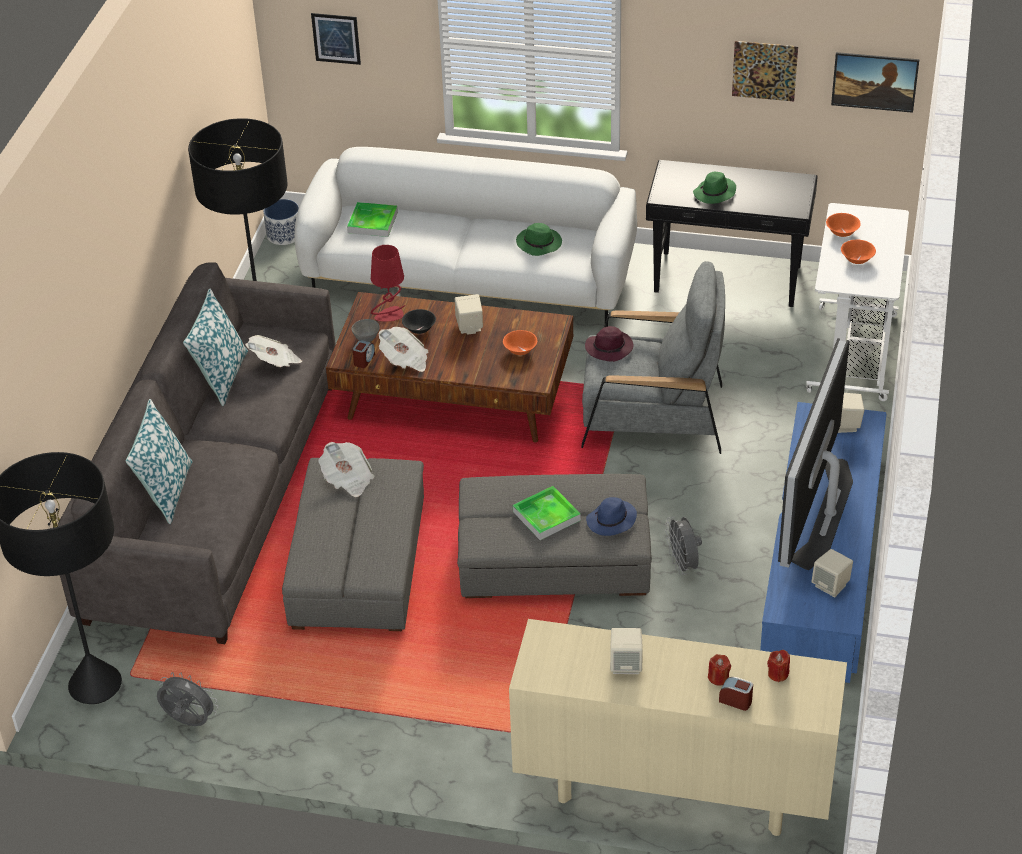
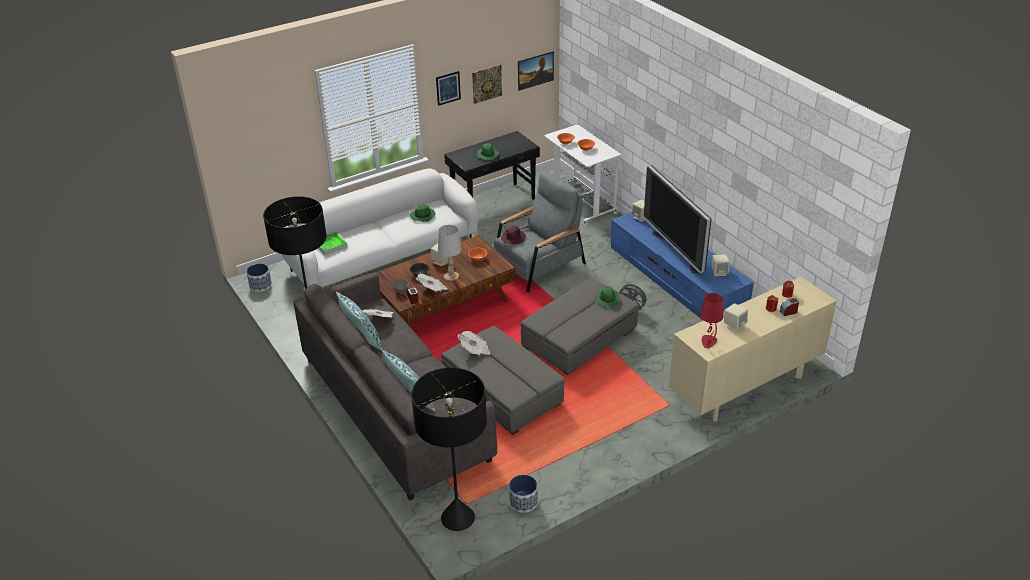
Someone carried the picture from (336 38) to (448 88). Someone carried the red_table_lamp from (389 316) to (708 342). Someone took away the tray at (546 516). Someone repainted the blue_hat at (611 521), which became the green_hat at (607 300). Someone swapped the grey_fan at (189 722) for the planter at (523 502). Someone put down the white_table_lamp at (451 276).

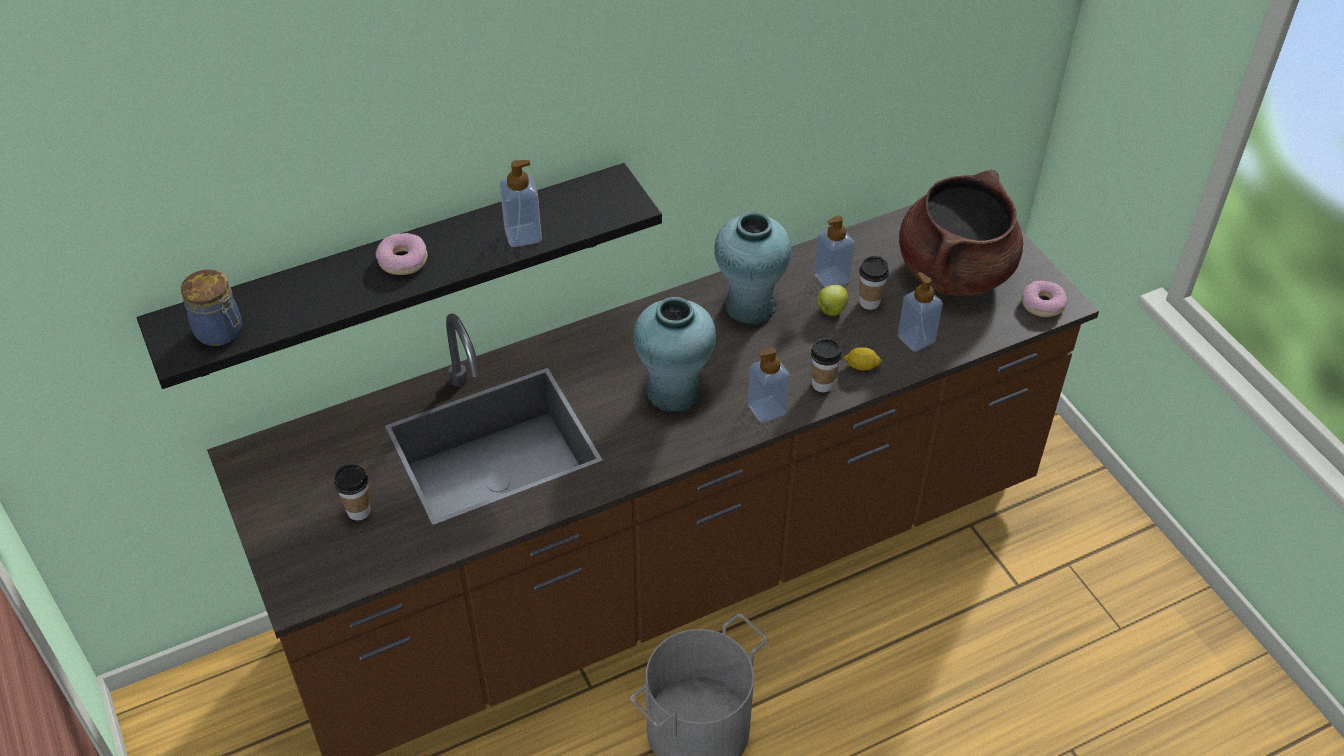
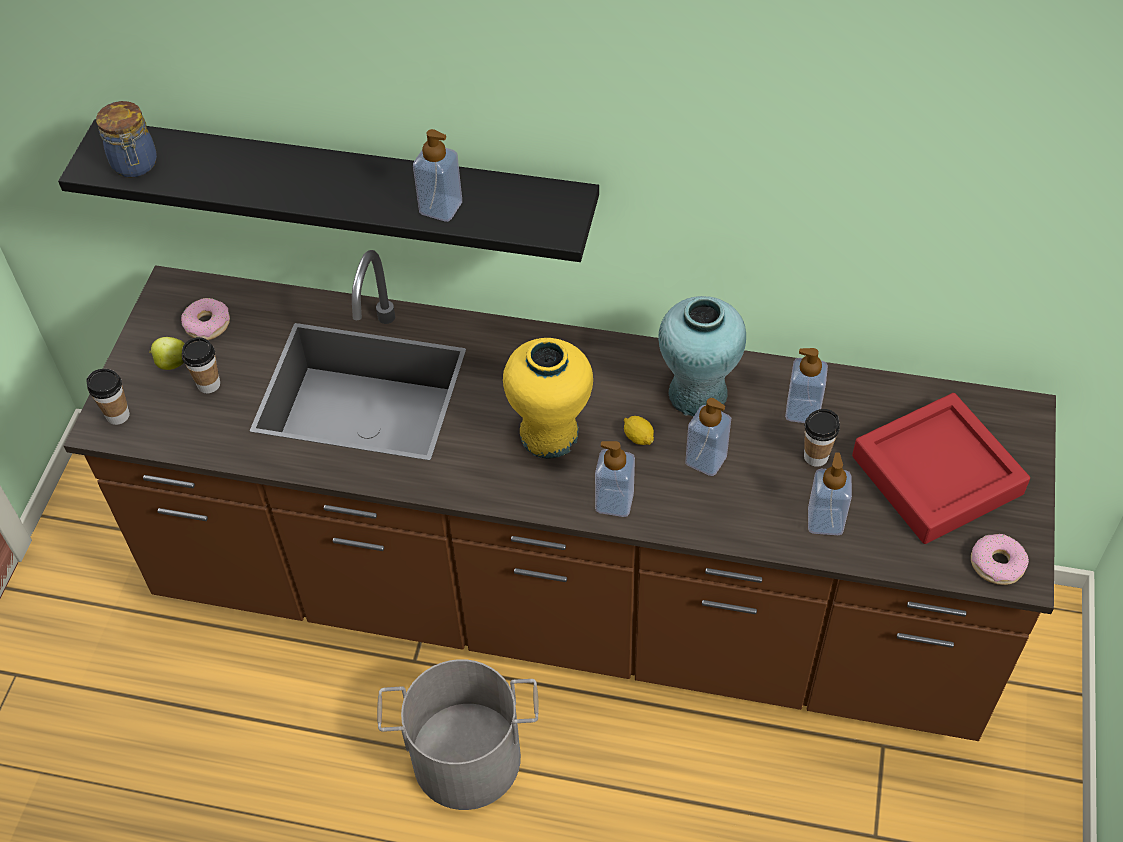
Someone swapped the brown_cooking_pot at (954 271) for the red_tray at (936 475). Someone carried the donut from (403 260) to (207 324). Someone carried the apple from (831 310) to (171 363). Someone repainted the turquoise_vase at (673 391), which became the yellow_vase at (549 434). Someone carried the cup from (822 384) to (118 415). Someone carried the lemon from (861 366) to (638 437). Someone put down the soap_dispenser at (706 460).

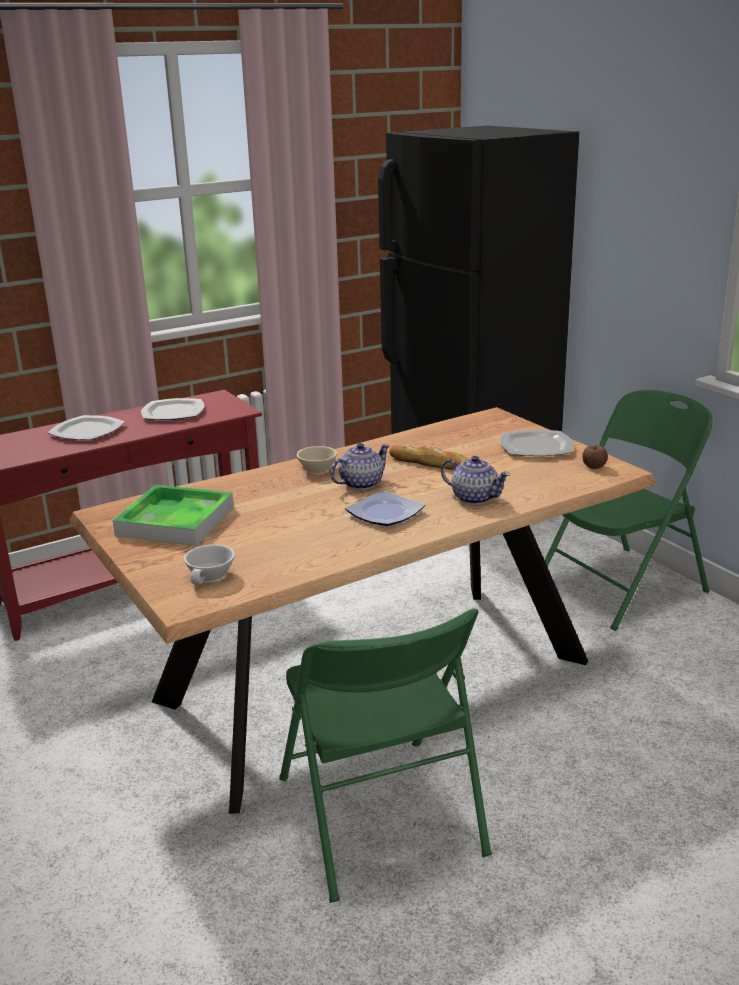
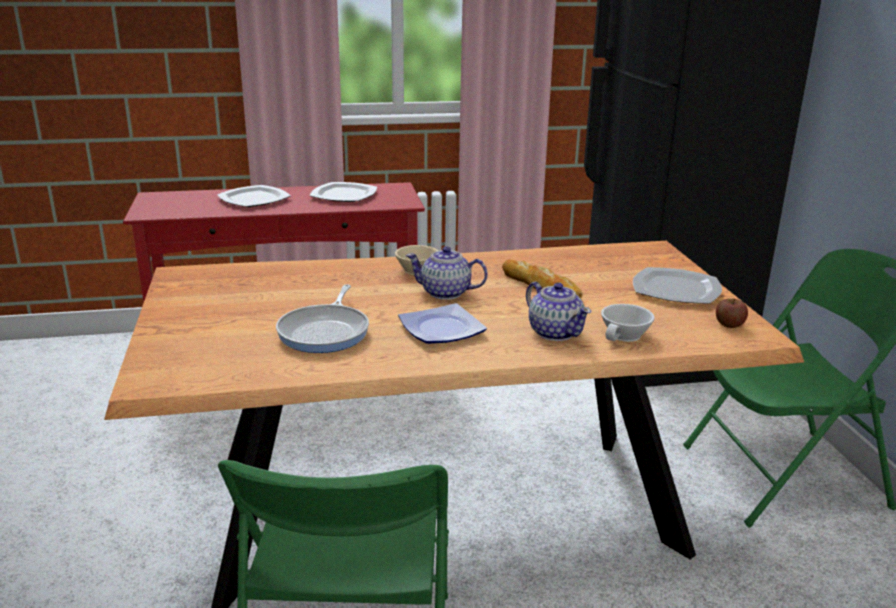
Someone rotated the teapot at (360 484) by 150 degrees counterclockwise. Someone took away the tray at (175 521). Someone carried the white_cup from (212 576) to (626 336). Someone put down the frying_pan at (326 332).

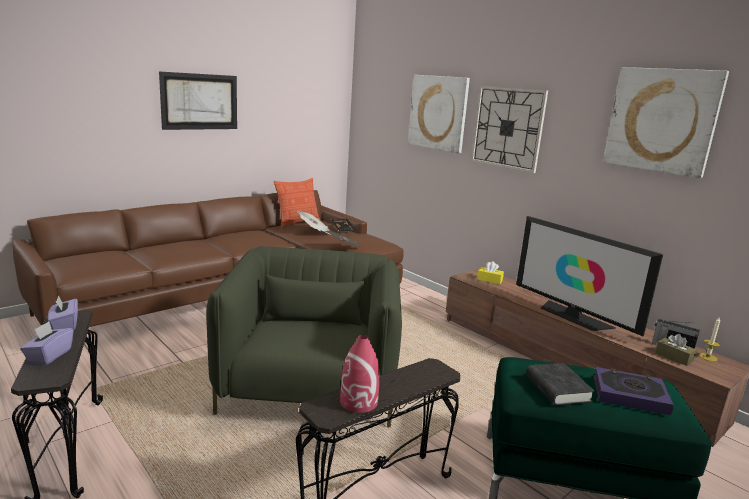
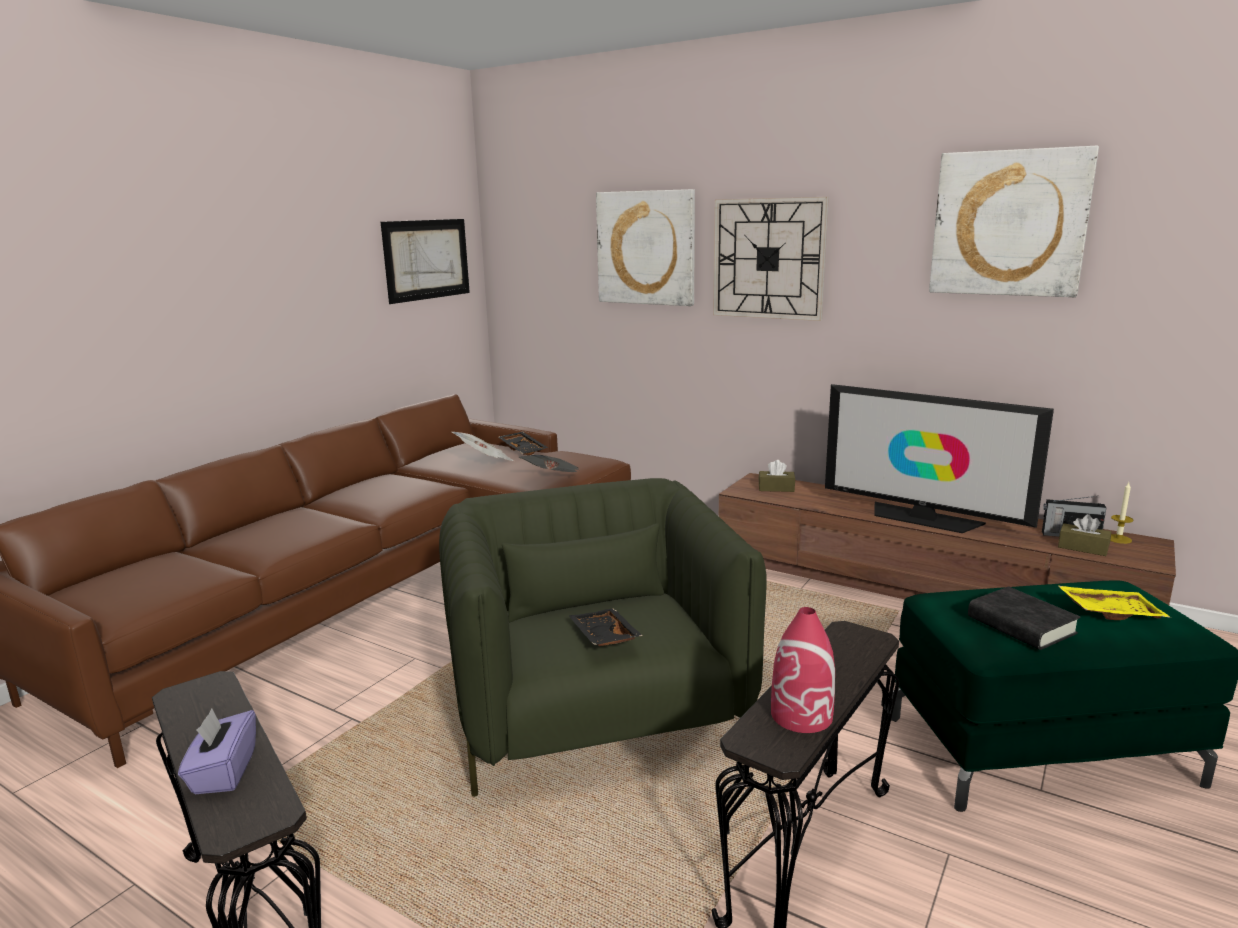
Someone carried the picture from (200 101) to (427 259). Someone took away the orange_pillow at (297 222). Someone repainted the yellow_tissue_box at (489 280), which became the brown_tissue_box at (776 488). Someone took away the purple_tissue_box at (64 325). Someone swapped the book at (629 395) for the yellow_tray at (1109 612). Someone put down the black_tray at (602 637).

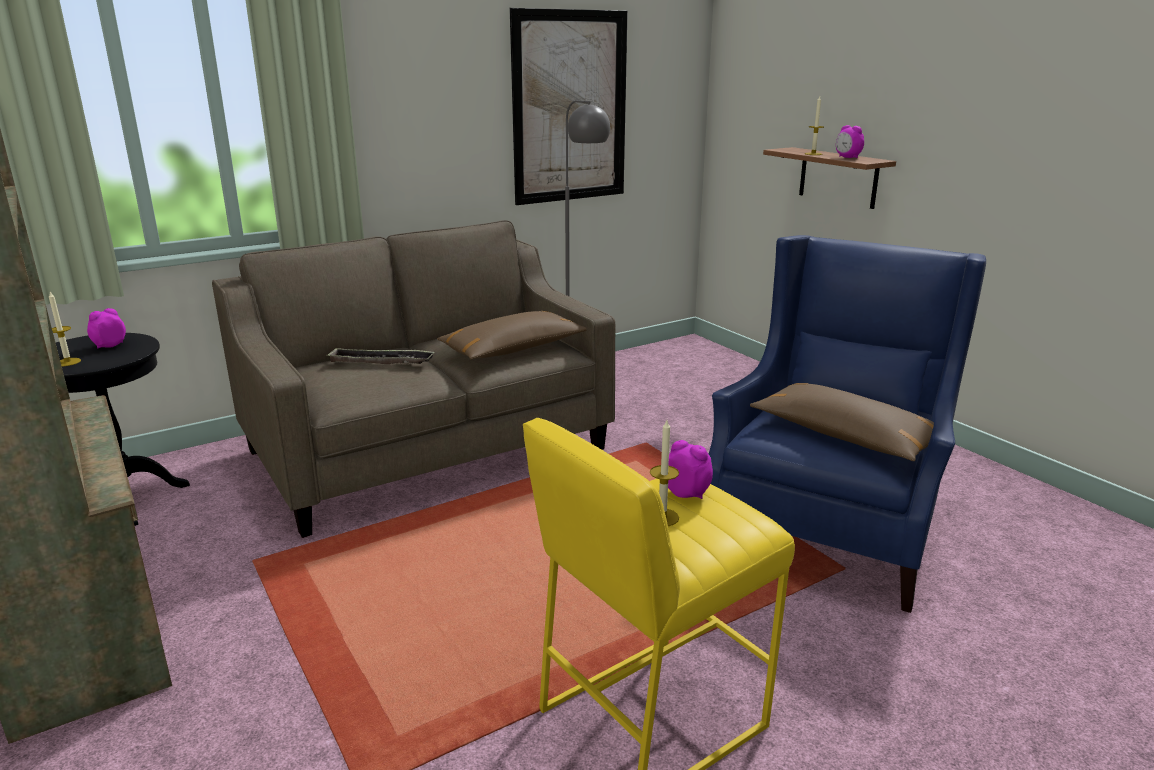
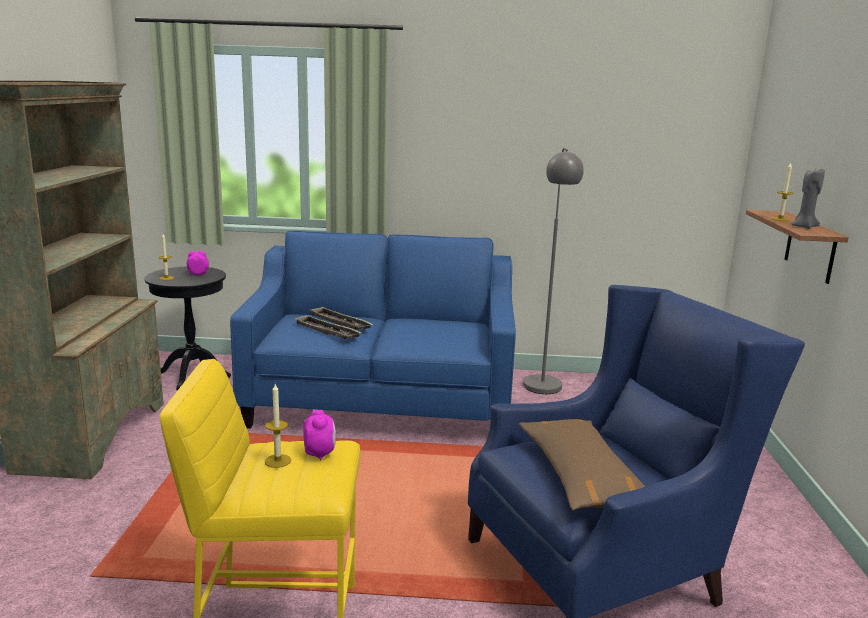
Someone took away the picture at (570 108). Someone swapped the alarm_clock at (847 157) for the grey_candle at (803 227). Someone repainted the beige_sofa at (429 449), which became the blue_sofa at (382 401). Someone took away the brown_pillow at (513 349). Someone put down the tray at (327 331).

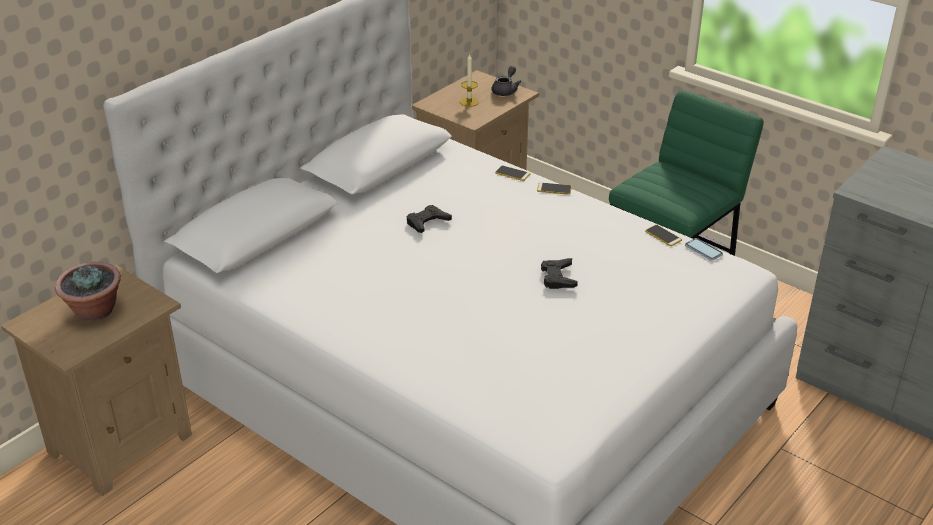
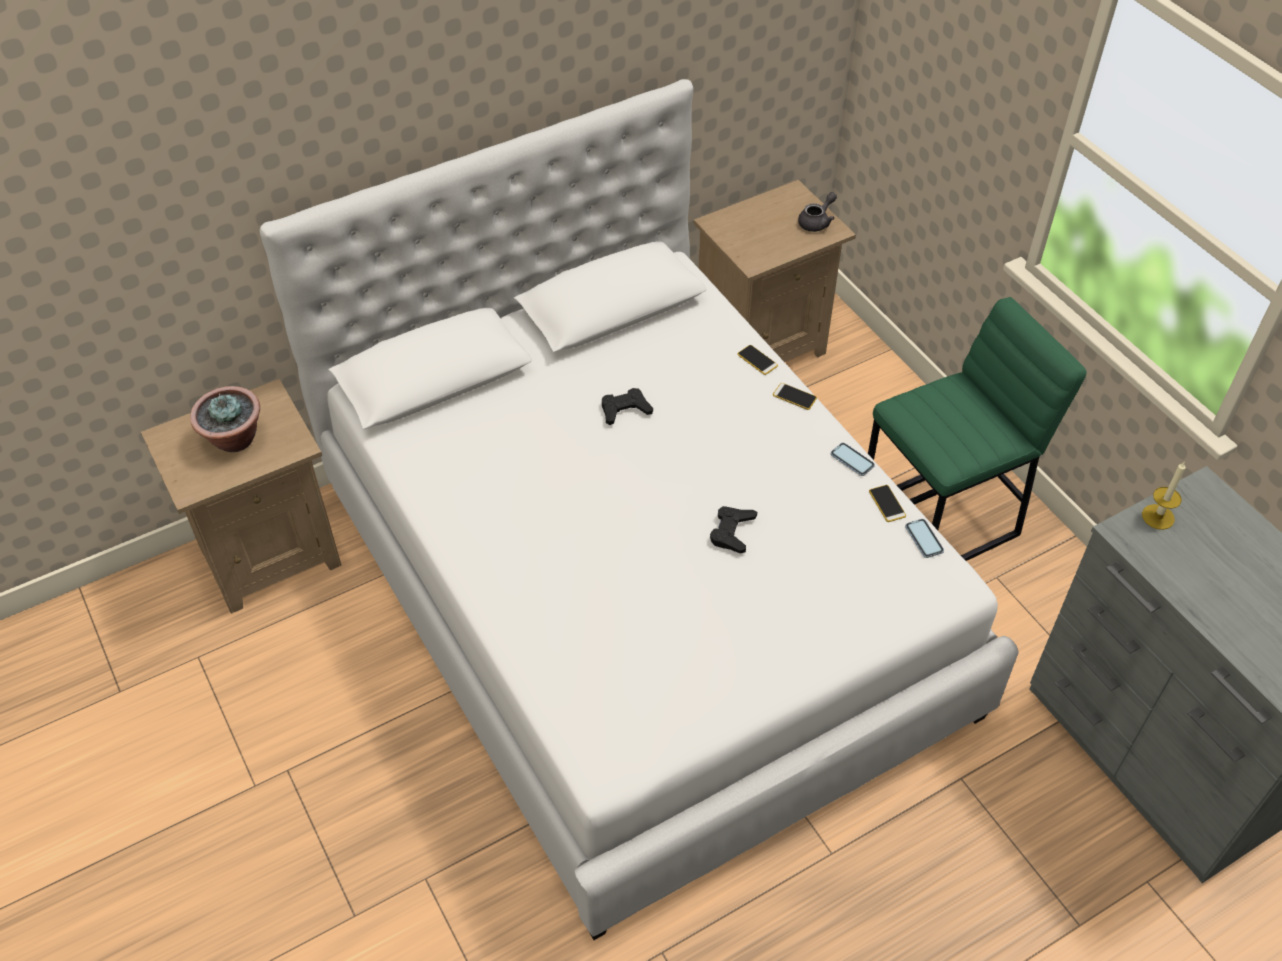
Someone carried the candle from (469 102) to (1158 517). Someone put down the phone at (852 460).

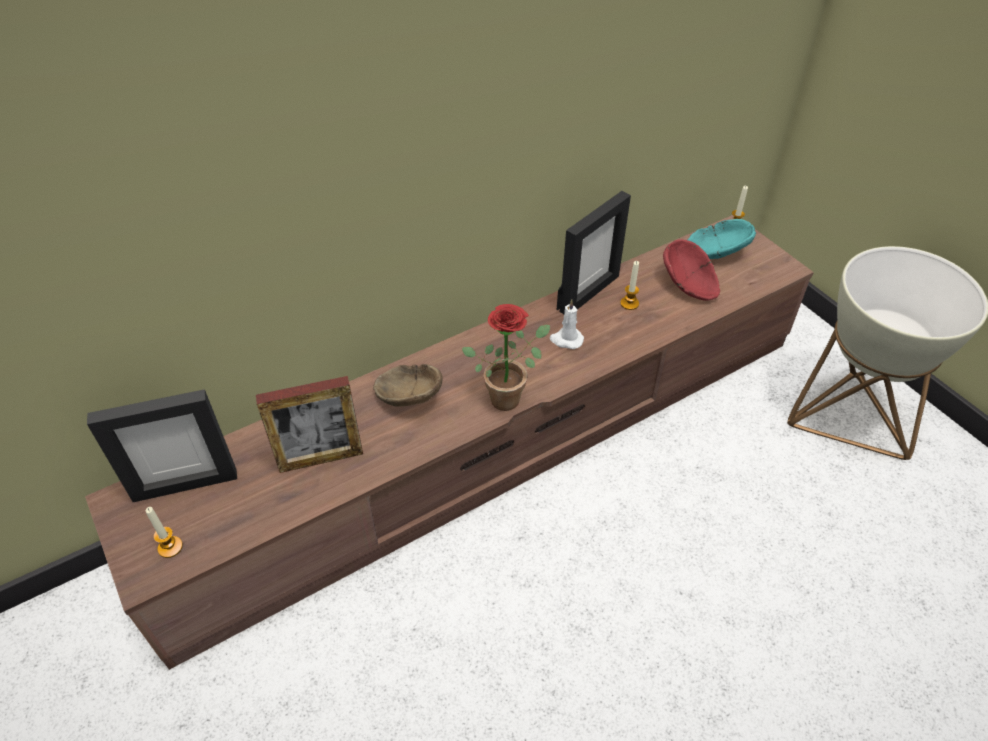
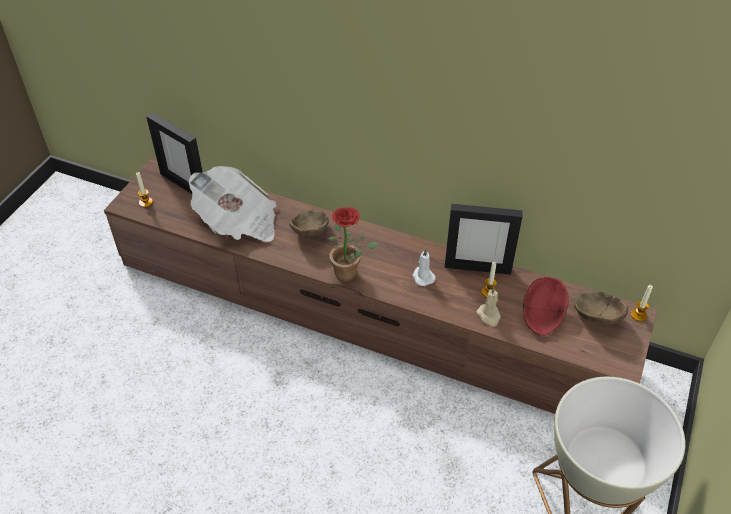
Someone repainted the turquoise_bowl at (714 251), which became the brown_bowl at (596 315). Someone swapped the picture_frame at (321 459) for the newspaper at (238 222). Someone put down the beige_candle at (489 316).

